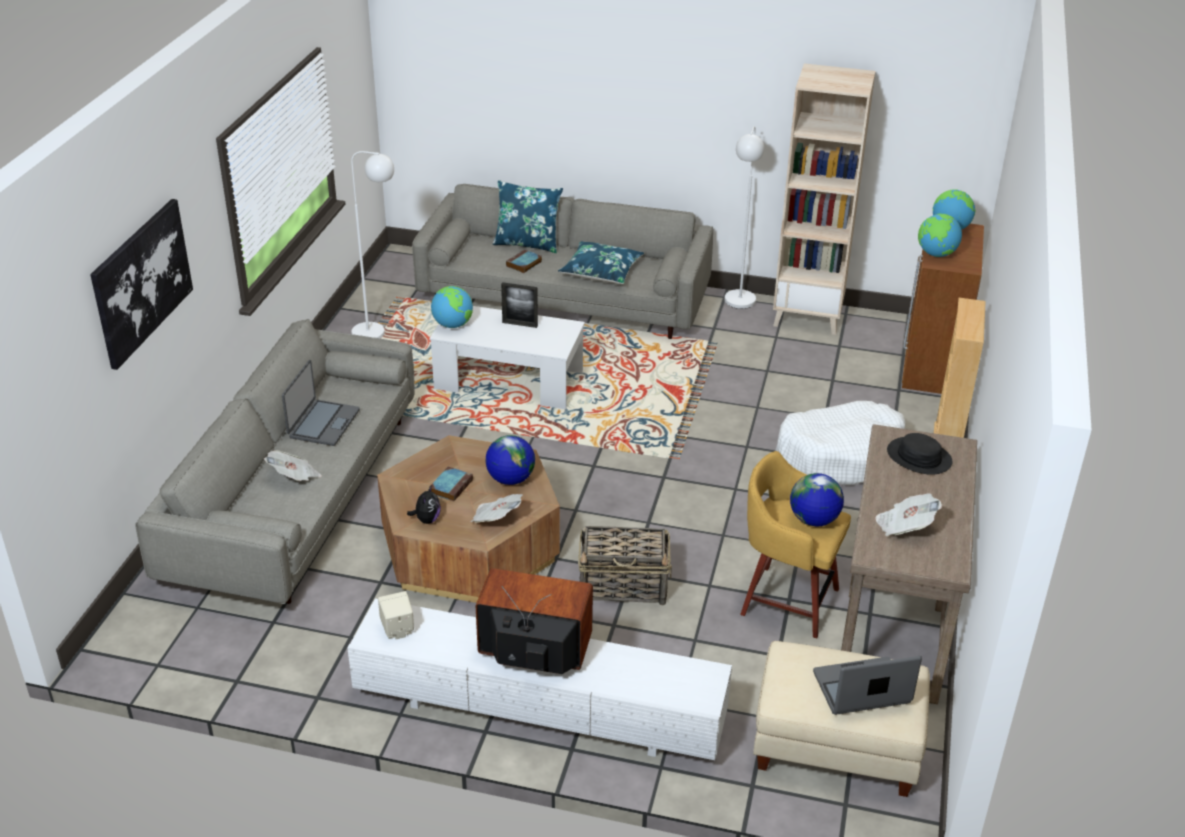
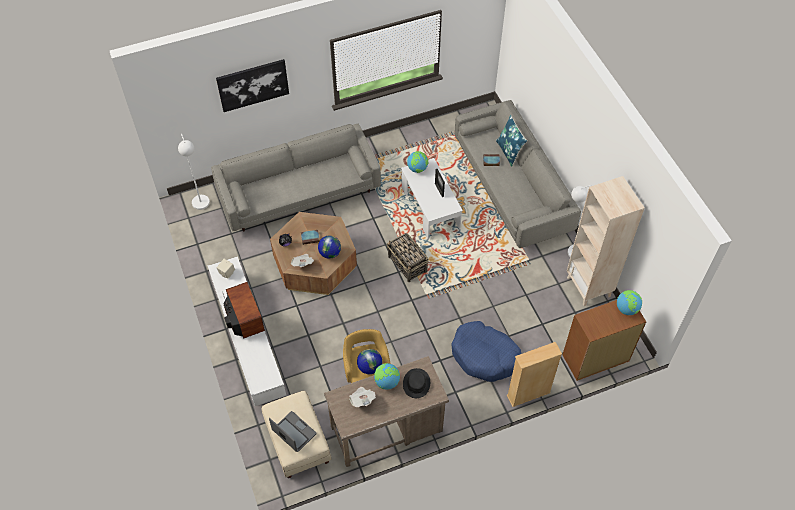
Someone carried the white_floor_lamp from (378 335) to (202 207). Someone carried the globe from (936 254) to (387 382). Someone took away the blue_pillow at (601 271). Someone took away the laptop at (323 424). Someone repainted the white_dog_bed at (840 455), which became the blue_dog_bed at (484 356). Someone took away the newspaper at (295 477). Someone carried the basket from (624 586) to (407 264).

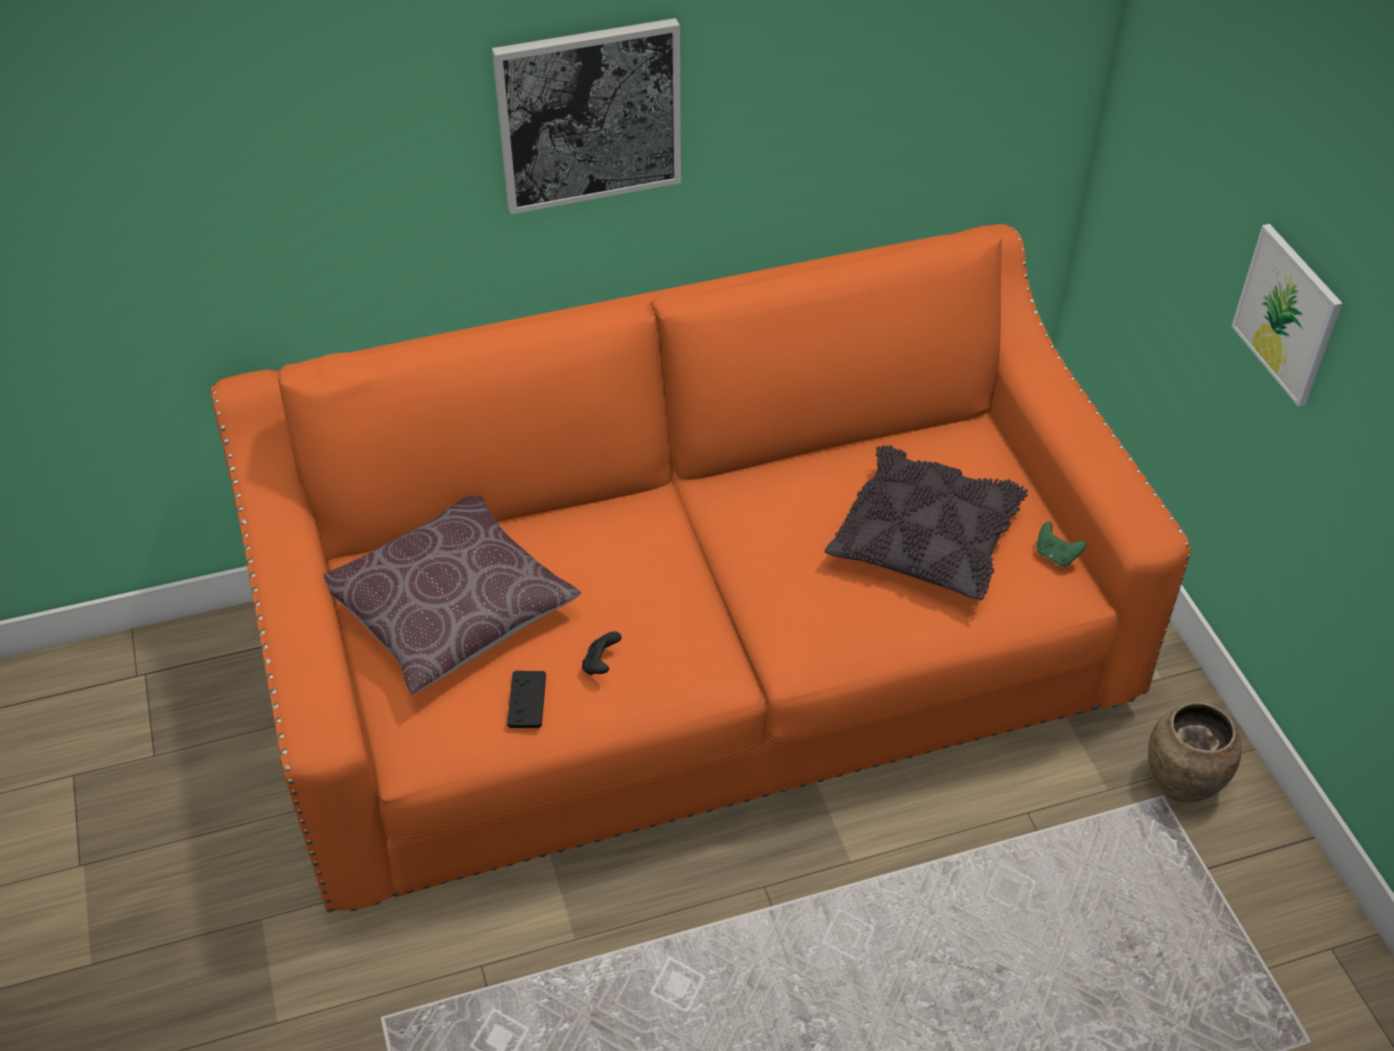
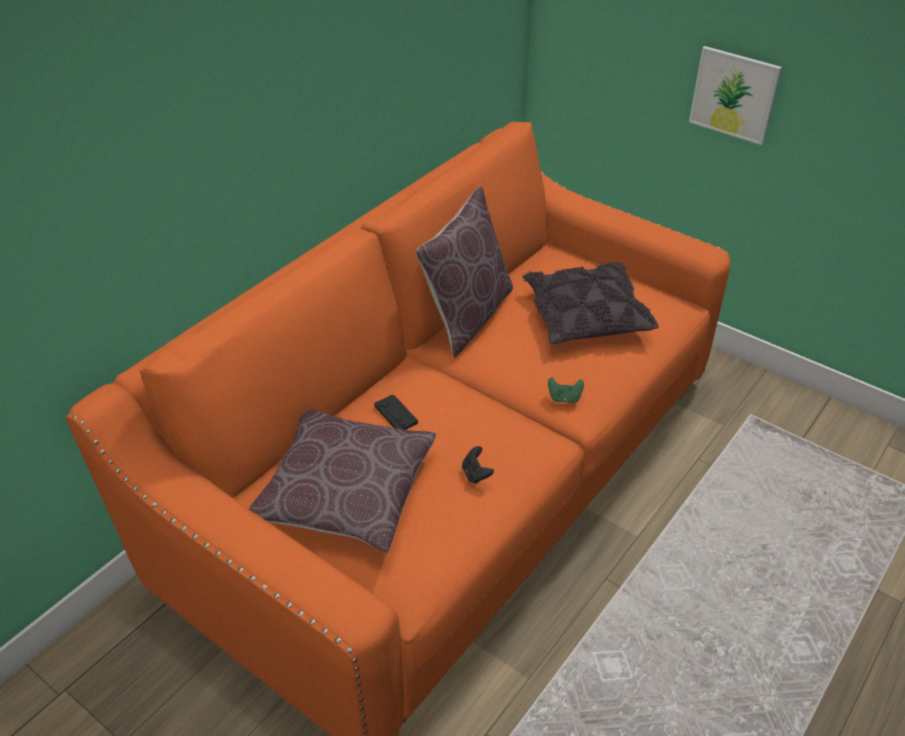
Someone took away the picture at (589 115). Someone carried the green_game_controller from (1056 556) to (564 398). Someone carried the black_game_controller from (527 700) to (396 414). Someone took away the brown_vase at (1179 785). Someone put down the brown_pillow at (467 316).

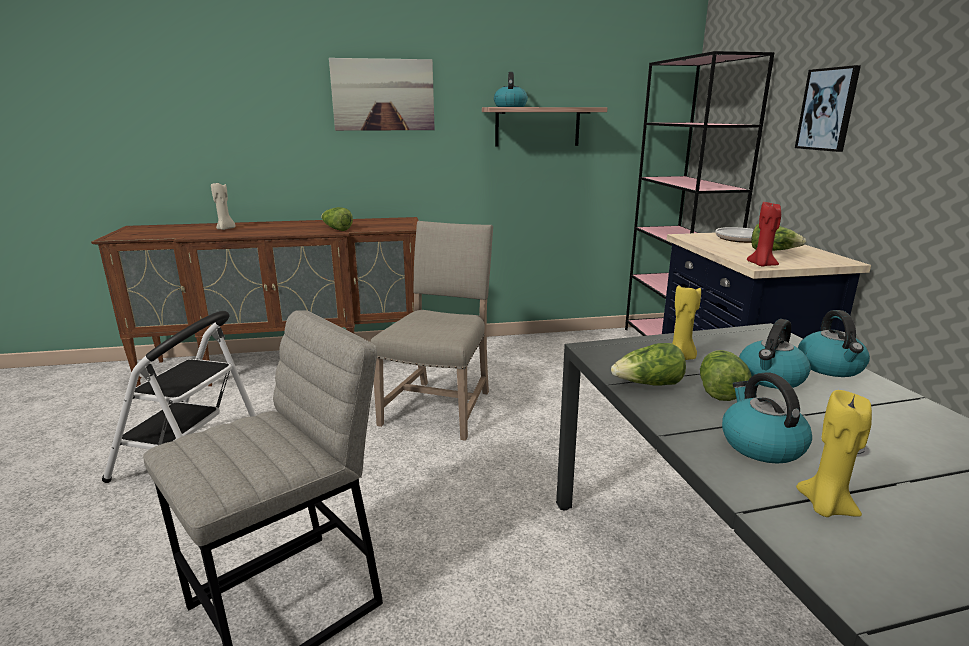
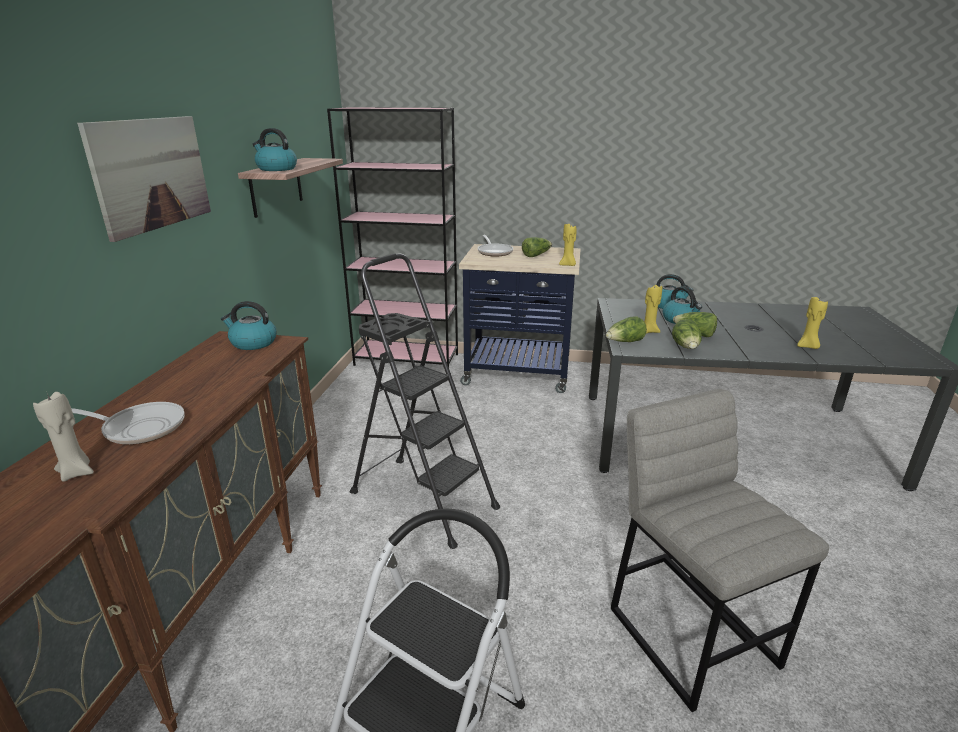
Someone took away the picture at (828 109). Someone repainted the red_candle at (761 265), which became the yellow_candle at (568 265). Someone carried the lettuce from (336 229) to (625 342). Someone swapped the beige_chair at (440 406) for the step_ladder at (421 498). Someone carried the kettle from (760 444) to (253 343). Someone put down the frying_pan at (139 428).

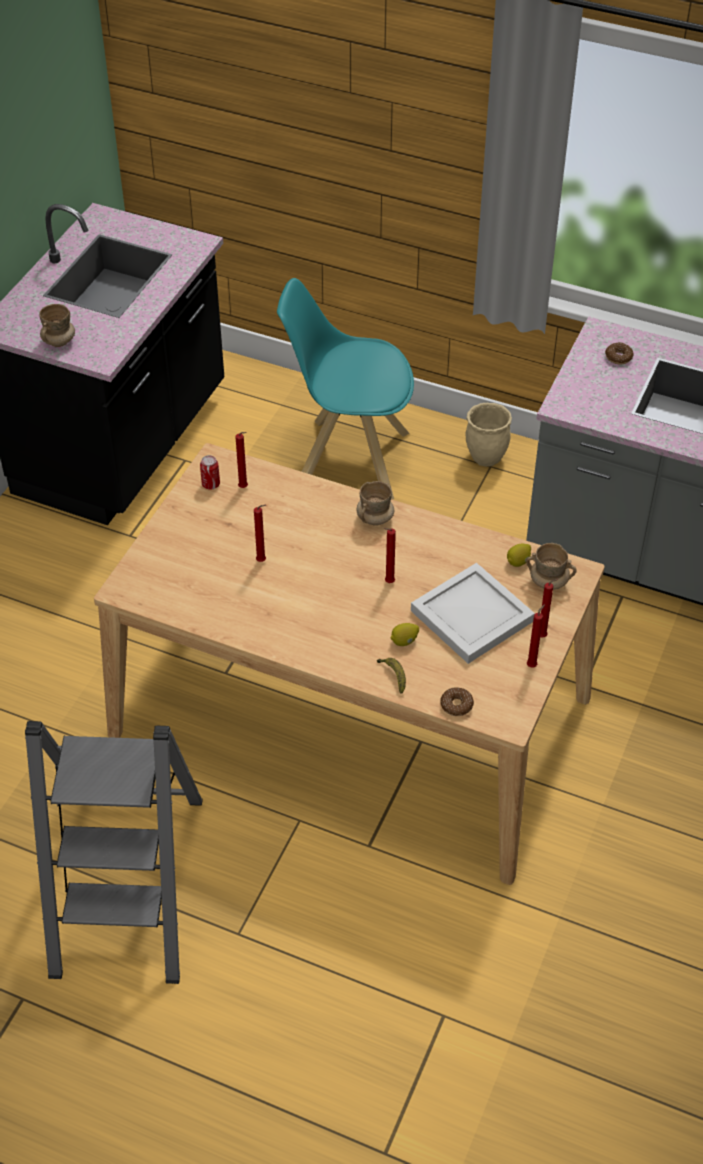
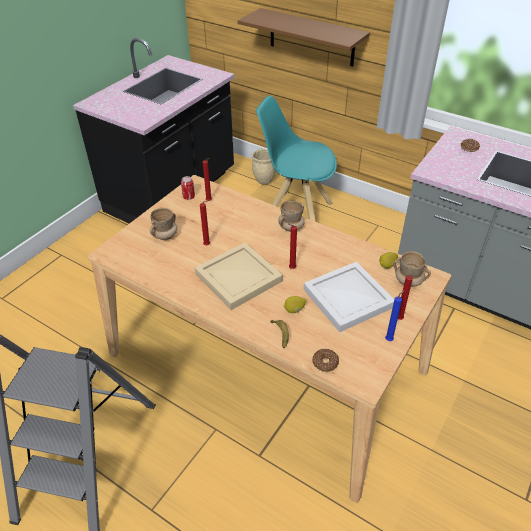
Someone carried the beige_mug from (59 341) to (165 236). Someone carried the beige_planter from (486 458) to (264 180). Someone repainted the red_candle at (532 665), which became the blue_candle at (389 339). Someone put up the brown_shelf at (311 37). Someone put down the beige_tray at (238 278).

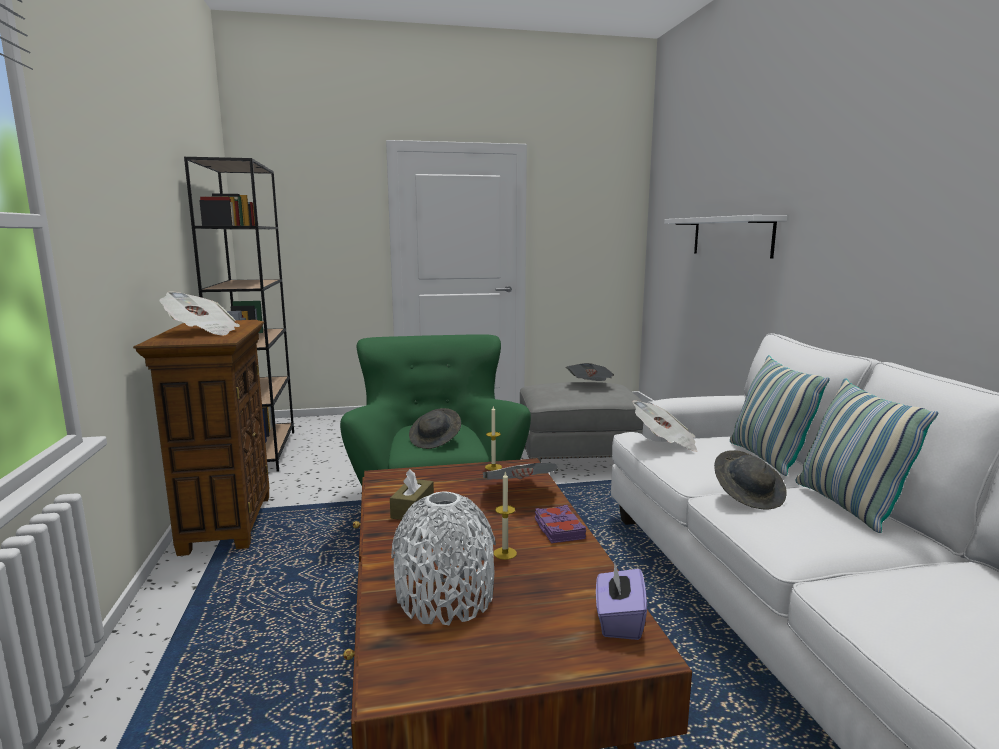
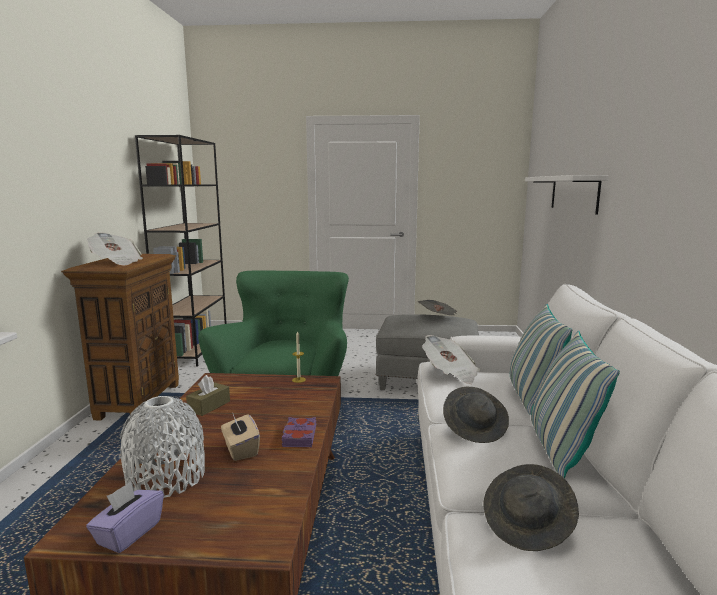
Someone carried the grey_hat from (435 441) to (528 525). Someone took away the newspaper at (519 492). Someone swapped the candle at (505 553) for the beige_tissue_box at (240 450). Someone carried the purple_tissue_box from (618 621) to (128 533).

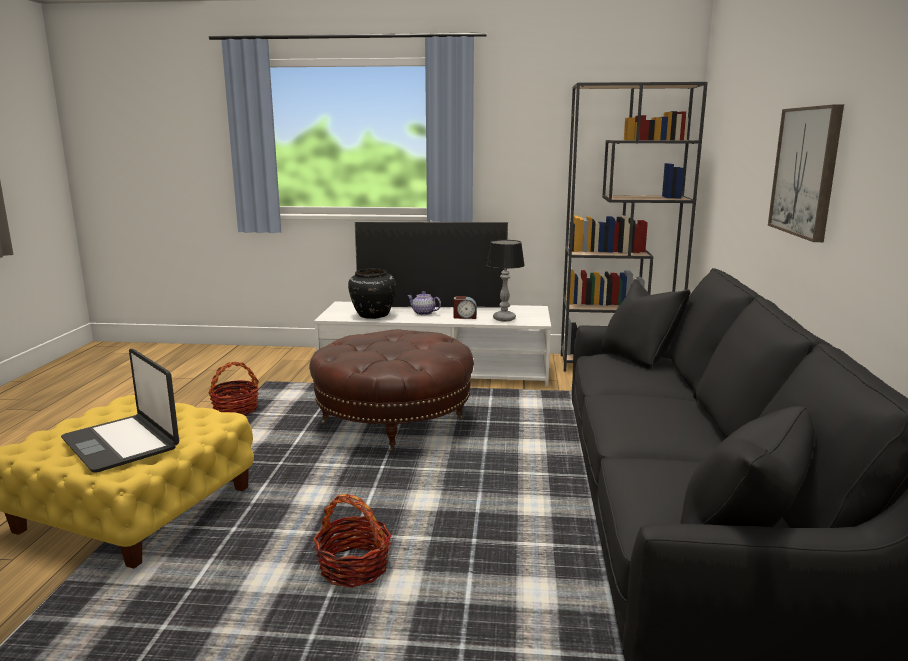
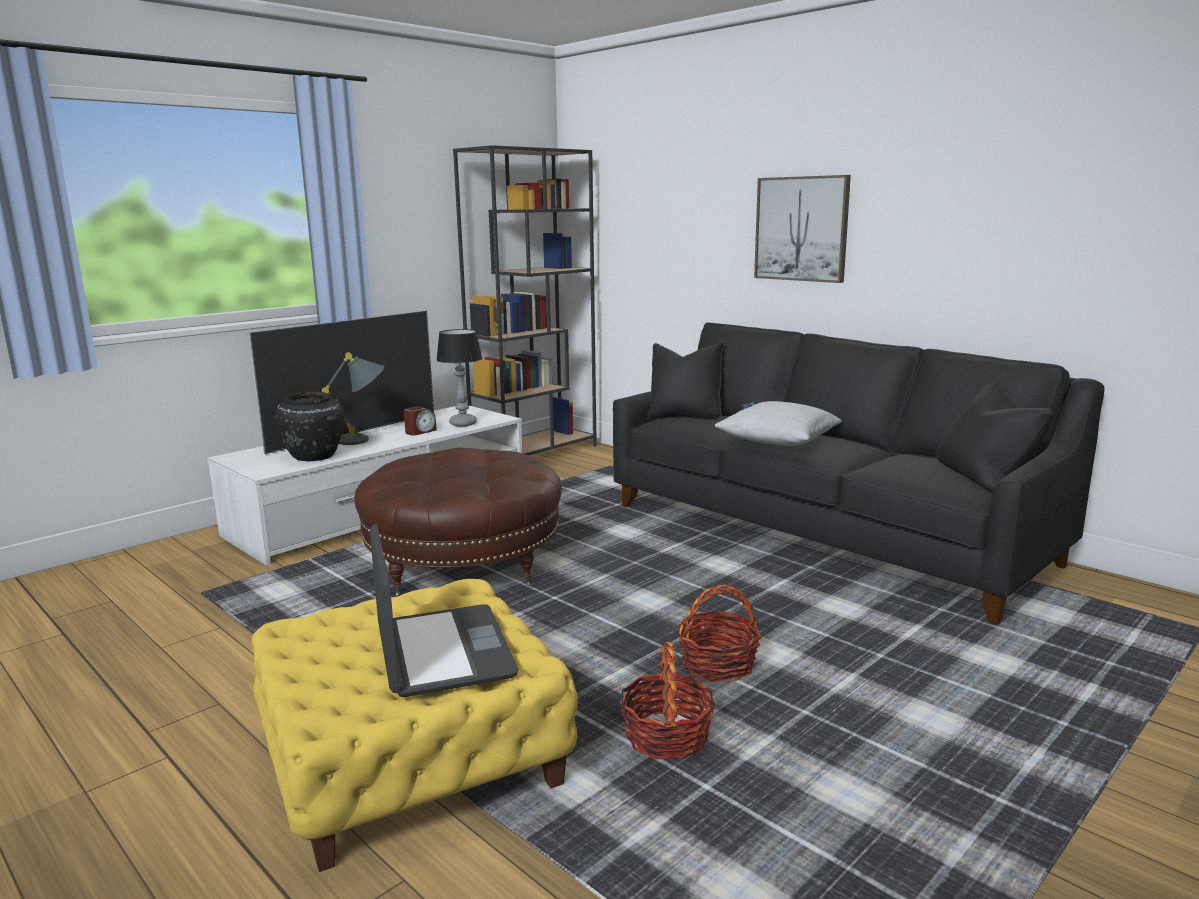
Someone swapped the teapot at (423 313) for the grey_table_lamp at (365 440). Someone rotated the laptop at (122 443) by 105 degrees counterclockwise. Someone carried the basket from (235 410) to (667 737). Someone put down the grey_pillow at (778 442).

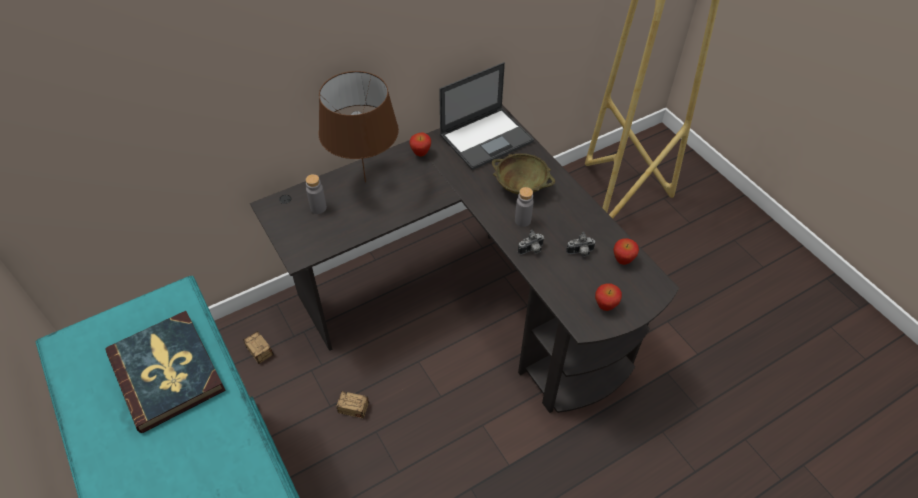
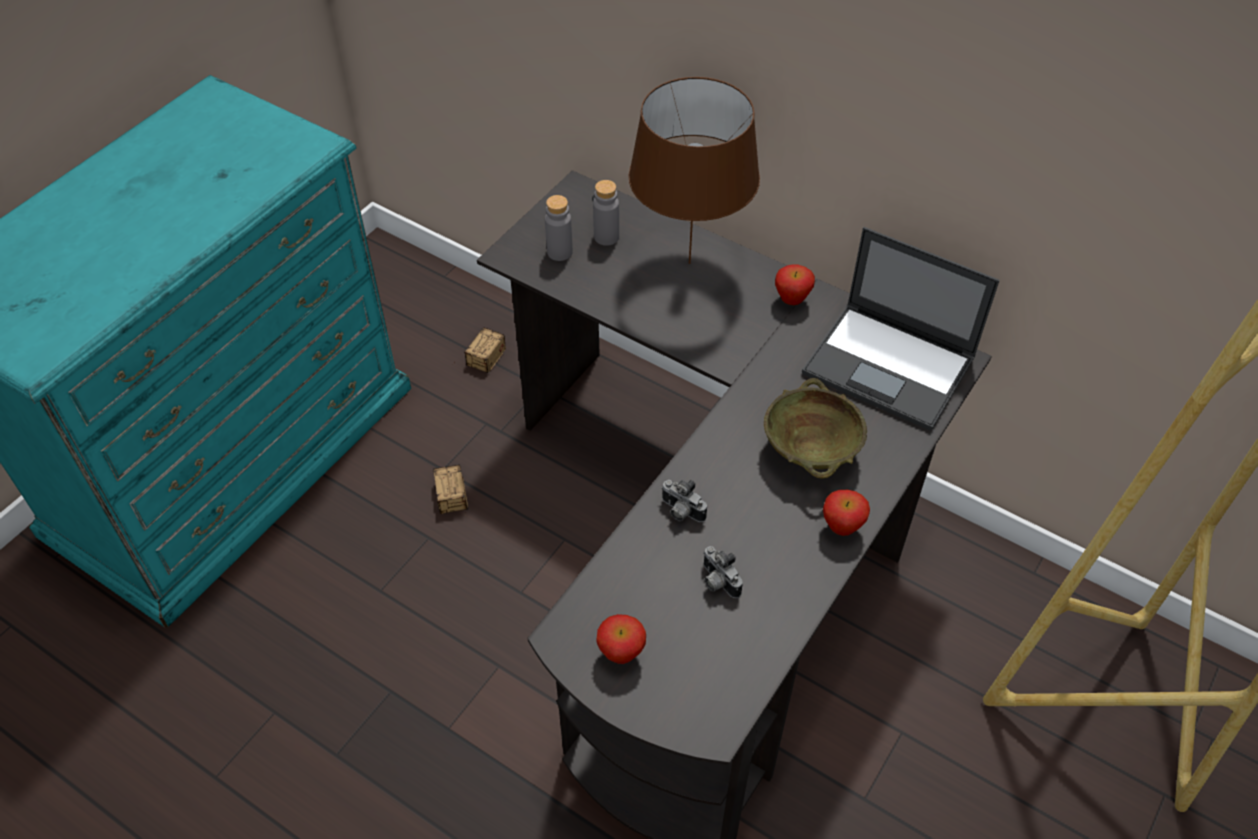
Someone carried the grey_bottle from (522 220) to (559 252). Someone carried the apple from (622 260) to (841 528). Someone took away the book at (167 372).

